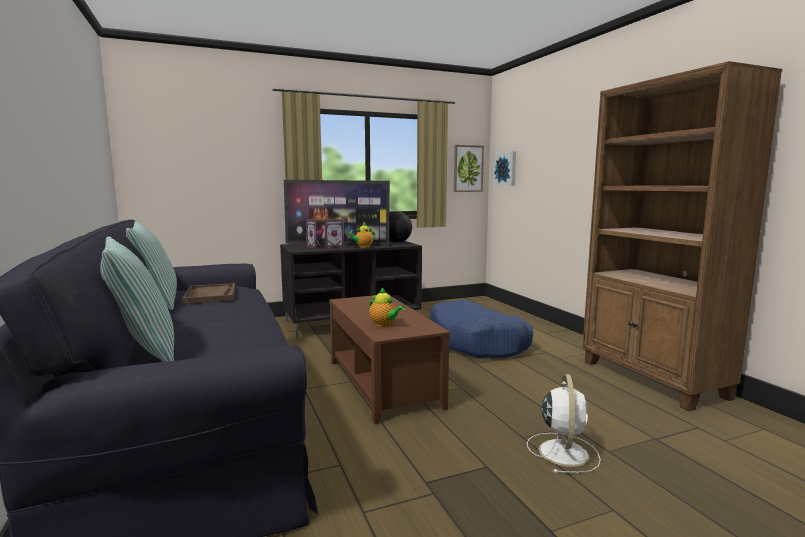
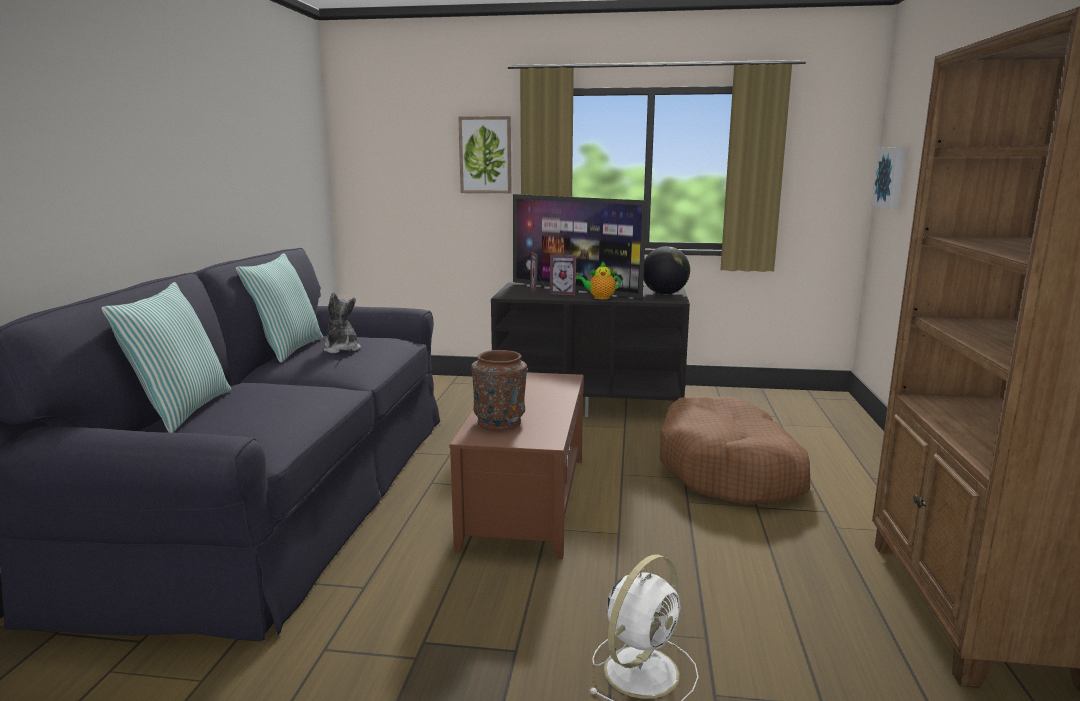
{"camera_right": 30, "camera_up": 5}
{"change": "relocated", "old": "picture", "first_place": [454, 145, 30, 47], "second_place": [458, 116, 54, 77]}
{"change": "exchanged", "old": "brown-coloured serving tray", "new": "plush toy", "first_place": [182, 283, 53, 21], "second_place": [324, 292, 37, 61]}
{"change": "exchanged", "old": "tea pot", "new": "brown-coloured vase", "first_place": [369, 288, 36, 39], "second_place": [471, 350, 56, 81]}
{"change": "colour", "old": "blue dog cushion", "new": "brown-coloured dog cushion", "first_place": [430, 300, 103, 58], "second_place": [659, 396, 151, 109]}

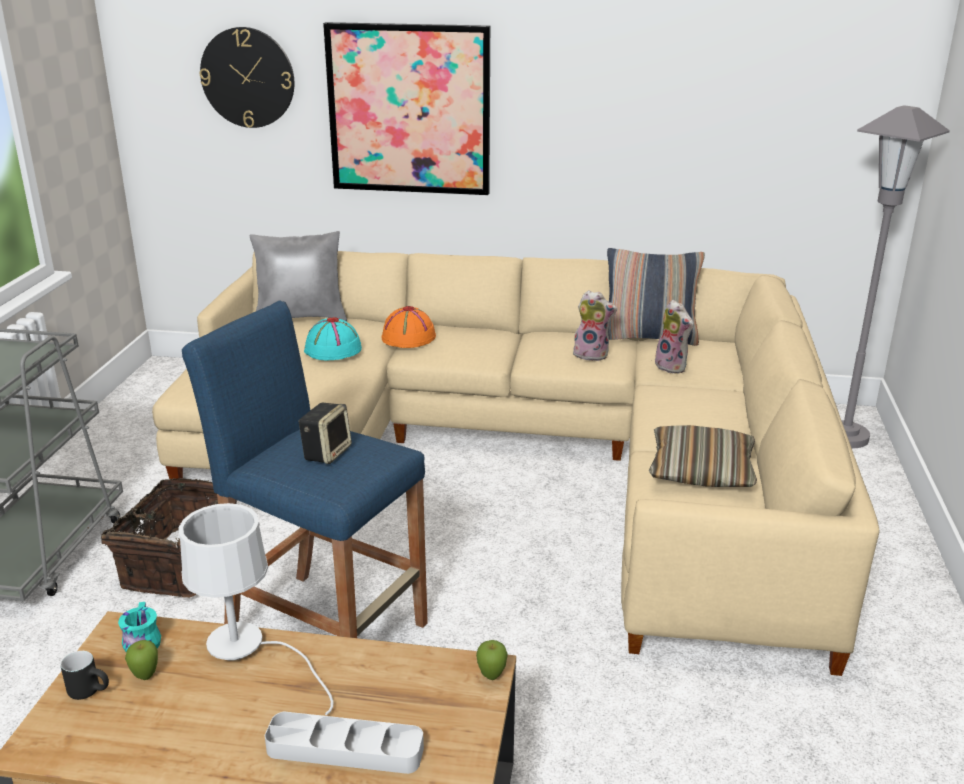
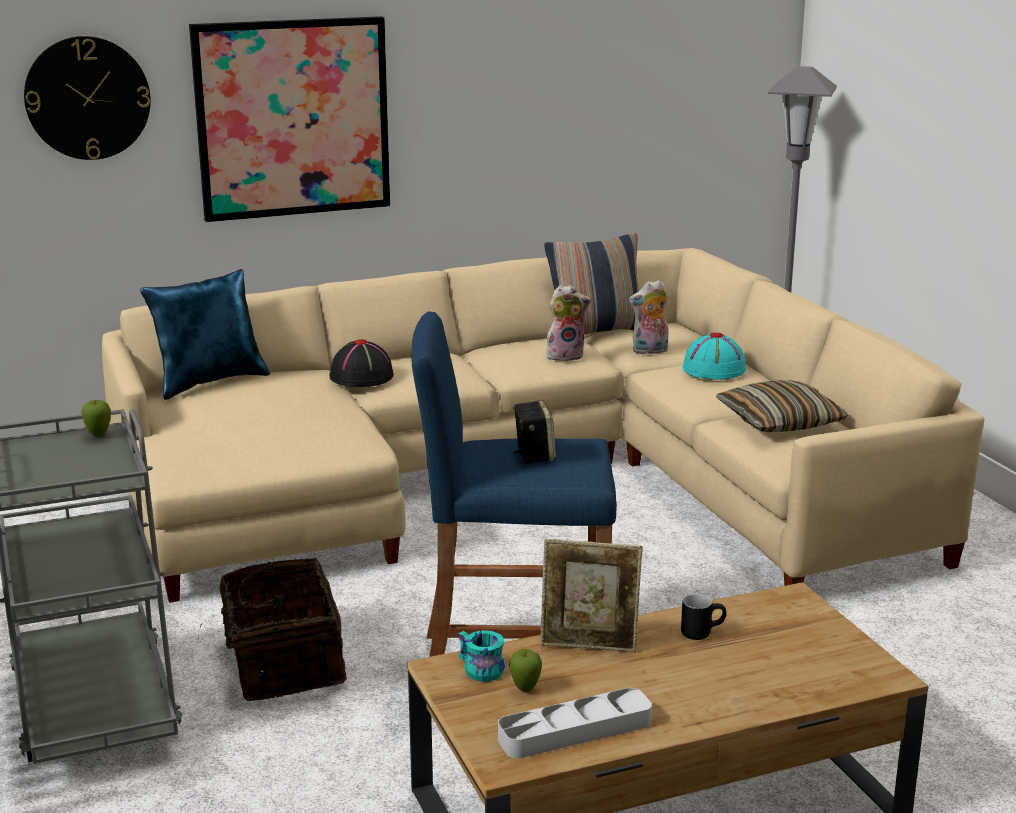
{"camera_right": -30, "camera_up": -5}
{"change": "relocated", "old": "blackish mug", "first_place": [61, 651, 48, 49], "second_place": [681, 594, 45, 46]}
{"change": "relocated", "old": "grey serving tray", "first_place": [265, 711, 159, 63], "second_place": [498, 688, 154, 70]}
{"change": "relocated", "old": "turquoise-coloured hat", "first_place": [304, 317, 58, 43], "second_place": [682, 333, 64, 47]}
{"change": "relocated", "old": "whole apple", "first_place": [476, 640, 32, 40], "second_place": [81, 400, 30, 37]}
{"change": "exchanged", "old": "whitish lamp for a table", "new": "photo frame", "first_place": [179, 503, 155, 212], "second_place": [540, 539, 103, 113]}
{"change": "colour", "old": "grey throw pillow", "new": "blue throw pillow", "first_place": [250, 231, 97, 90], "second_place": [140, 269, 130, 131]}
{"change": "colour", "old": "orange-coloured hat", "new": "blackish hat", "first_place": [381, 306, 55, 42], "second_place": [329, 339, 65, 48]}
{"change": "spun", "old": "plush toy", "first_place": [654, 300, 40, 73], "second_place": [629, 280, 40, 74], "degrees": 135}

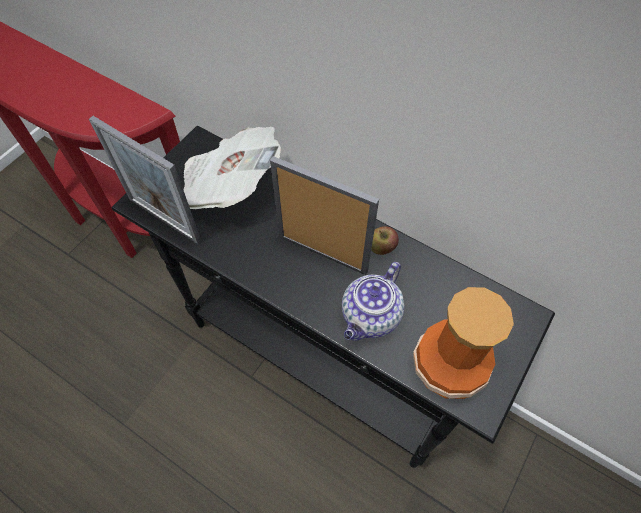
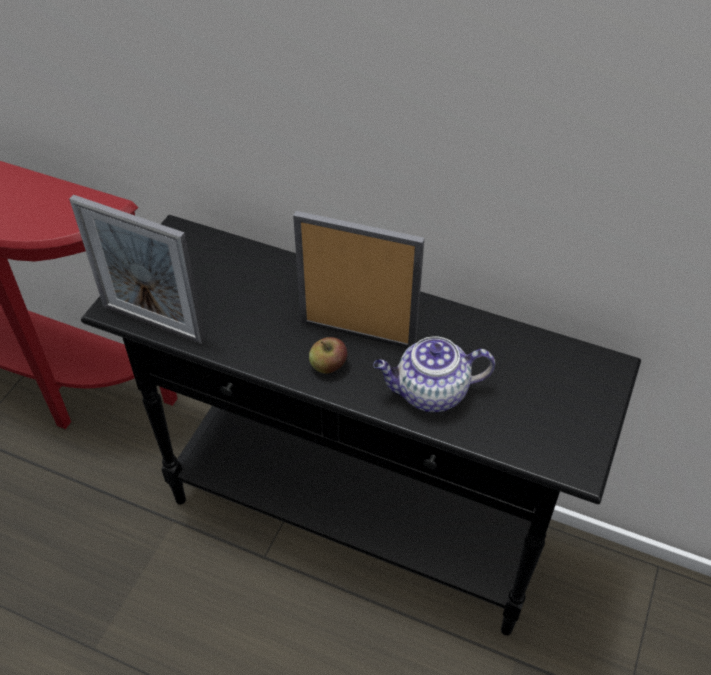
{"camera_right": -10, "camera_up": -10}
{"change": "missing", "old": "daily paper", "first_place": [183, 127, 98, 82]}
{"change": "missing", "old": "vase", "first_place": [413, 287, 101, 112]}
{"change": "relocated", "old": "whole apple", "first_place": [371, 226, 28, 29], "second_place": [309, 337, 38, 37]}
{"change": "spun", "old": "tea pot", "first_place": [342, 262, 62, 79], "second_place": [373, 336, 122, 76], "degrees": 60}

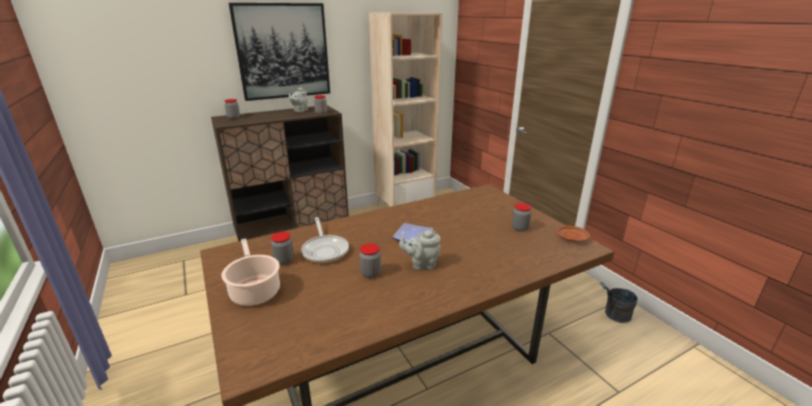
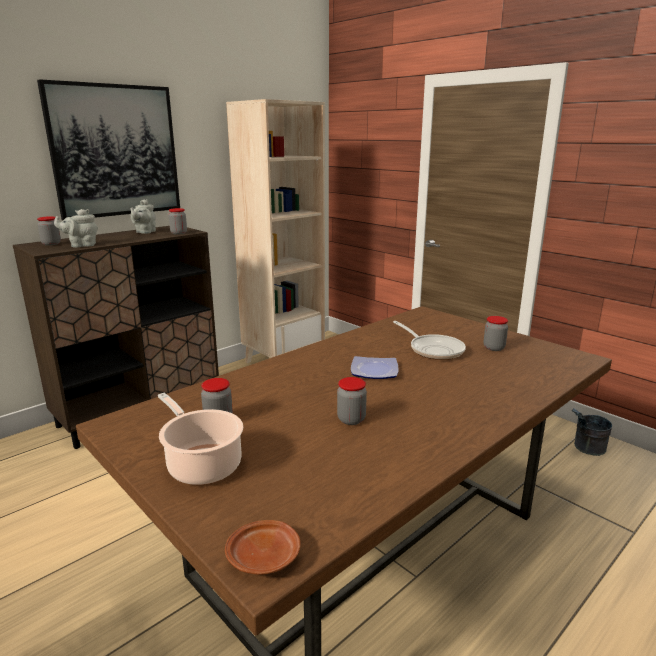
{"camera_right": -15, "camera_up": -5}
{"change": "relocated", "old": "skillet", "first_place": [301, 217, 48, 46], "second_place": [393, 321, 73, 39]}
{"change": "relocated", "old": "grey tea pot", "first_place": [399, 230, 42, 40], "second_place": [54, 209, 44, 39]}
{"change": "relocated", "old": "brown-coloured plate", "first_place": [556, 226, 34, 16], "second_place": [225, 520, 76, 55]}

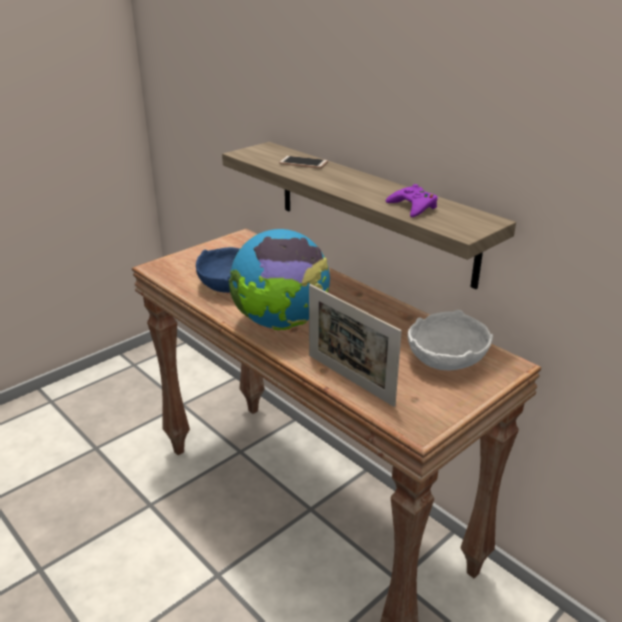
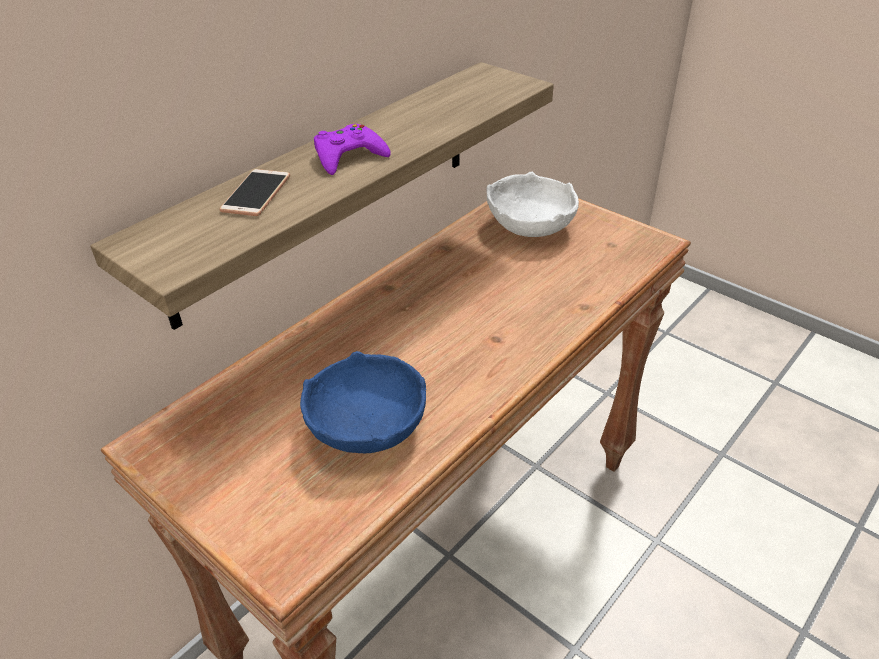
{"camera_right": -95, "camera_up": 10}
{"change": "missing", "old": "globe", "first_place": [229, 229, 101, 101]}
{"change": "missing", "old": "photo frame", "first_place": [309, 284, 93, 123]}
{"change": "relocated", "old": "purple-coloured gamepad", "first_place": [386, 184, 52, 33], "second_place": [314, 124, 76, 51]}

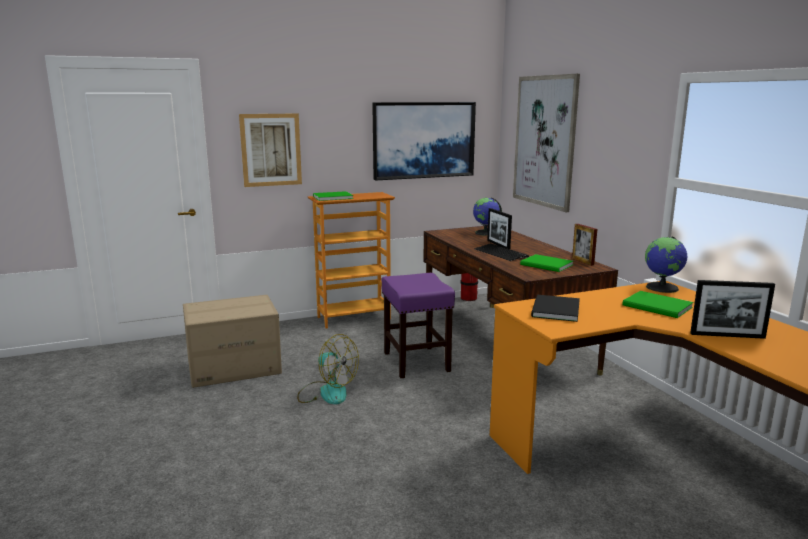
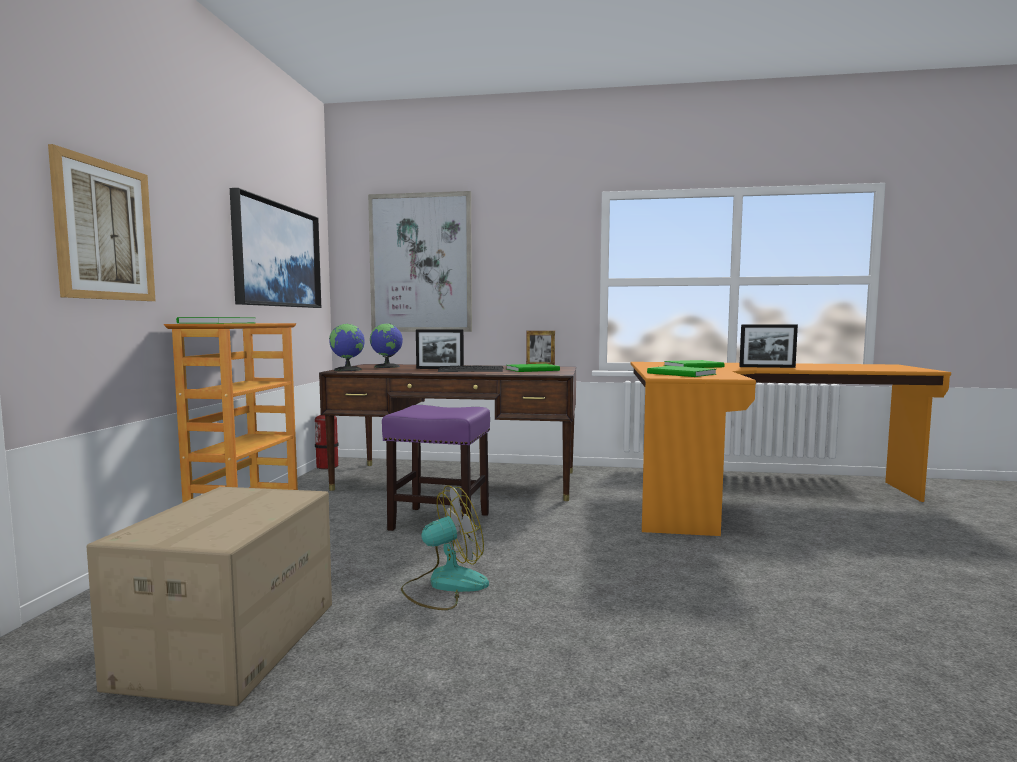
{"camera_right": -60, "camera_up": -10}
{"change": "relocated", "old": "globe", "first_place": [645, 236, 42, 57], "second_place": [329, 324, 36, 47]}
{"change": "colour", "old": "blackish volume", "new": "green volume", "first_place": [531, 295, 49, 27], "second_place": [647, 366, 69, 11]}
{"change": "spun", "old": "photo frame", "first_place": [690, 280, 85, 59], "second_place": [739, 324, 59, 44], "degrees": 60}

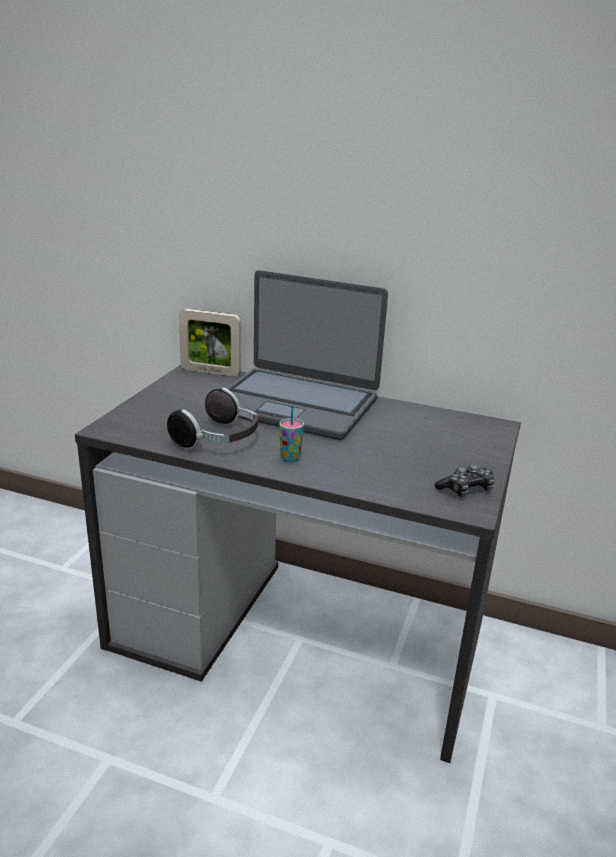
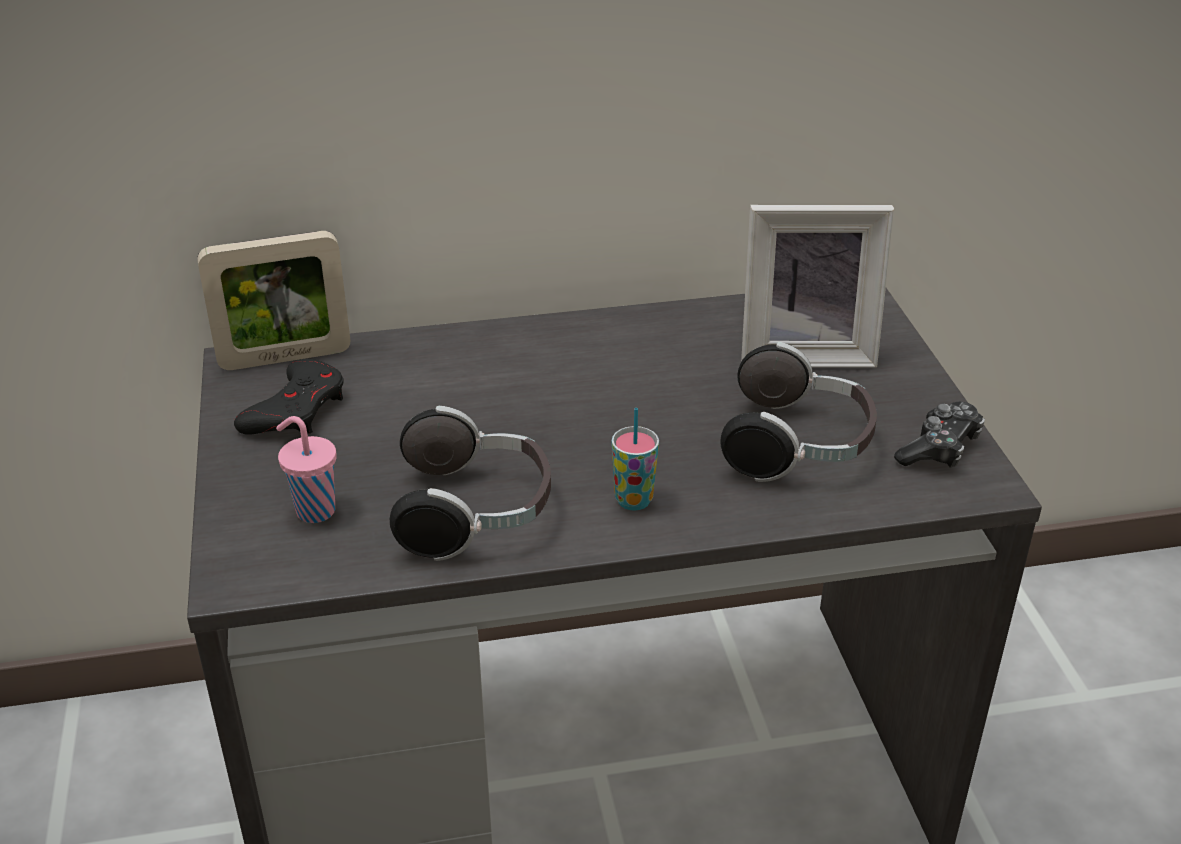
{"camera_right": -30, "camera_up": 10}
{"change": "missing", "old": "portable computer", "first_place": [227, 270, 161, 170]}
{"change": "appeared", "new": "blackish gamepad", "second_place": [234, 359, 110, 76]}
{"change": "appeared", "new": "pink drinking cup", "second_place": [276, 416, 60, 107]}
{"change": "appeared", "new": "headphones", "second_place": [720, 342, 157, 140]}
{"change": "appeared", "new": "photo frame", "second_place": [741, 205, 153, 163]}

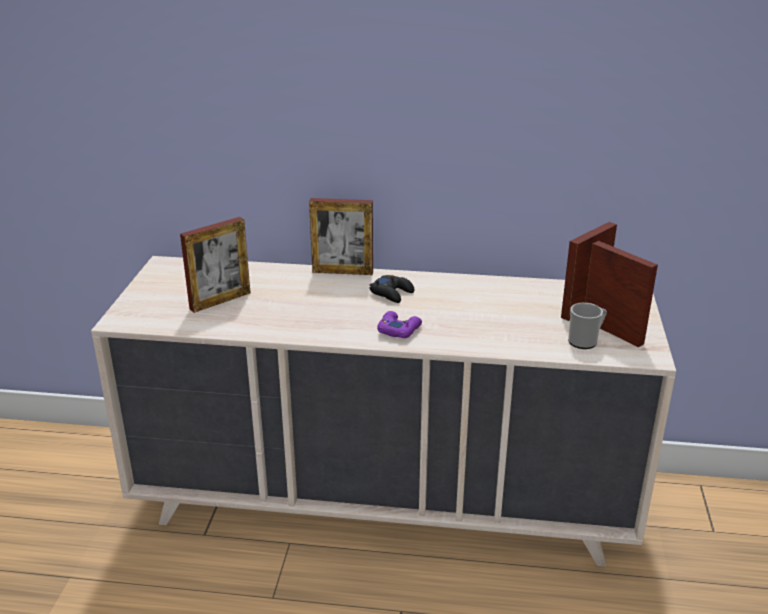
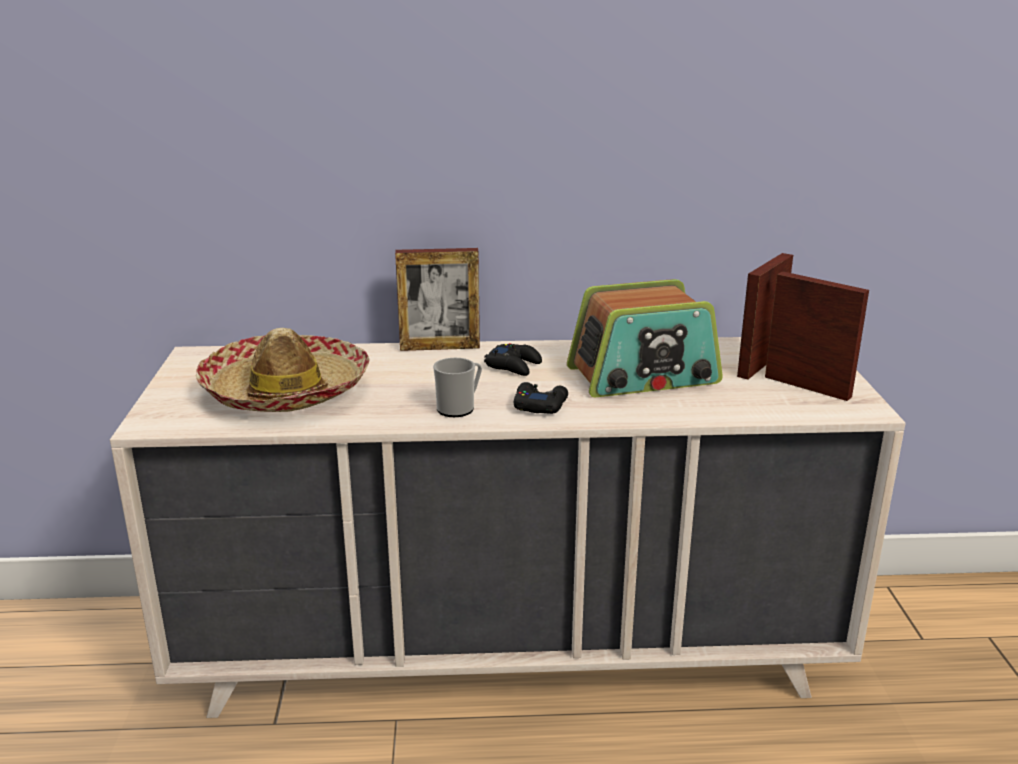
{"camera_right": -10, "camera_up": -5}
{"change": "appeared", "new": "radio set", "second_place": [567, 279, 156, 119]}
{"change": "relocated", "old": "mug", "first_place": [568, 303, 39, 46], "second_place": [433, 358, 49, 59]}
{"change": "exchanged", "old": "photo frame", "new": "hat", "first_place": [180, 217, 71, 96], "second_place": [196, 328, 173, 84]}
{"change": "colour", "old": "purple-coloured gamepad", "new": "blackish gamepad", "first_place": [377, 311, 45, 27], "second_place": [514, 382, 54, 32]}

